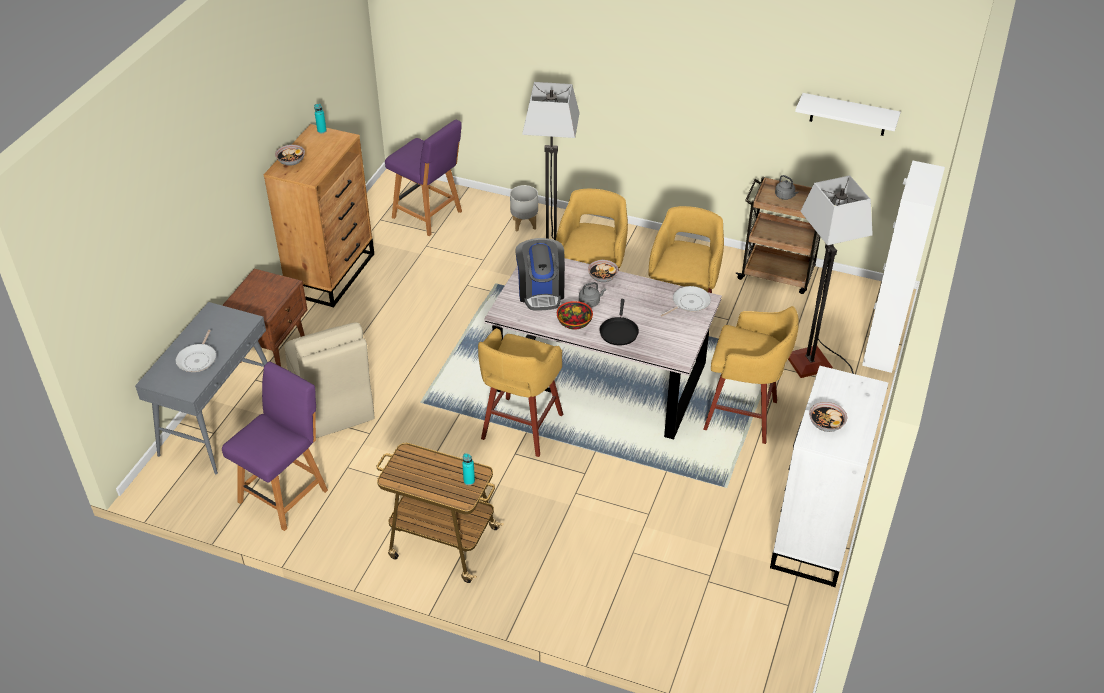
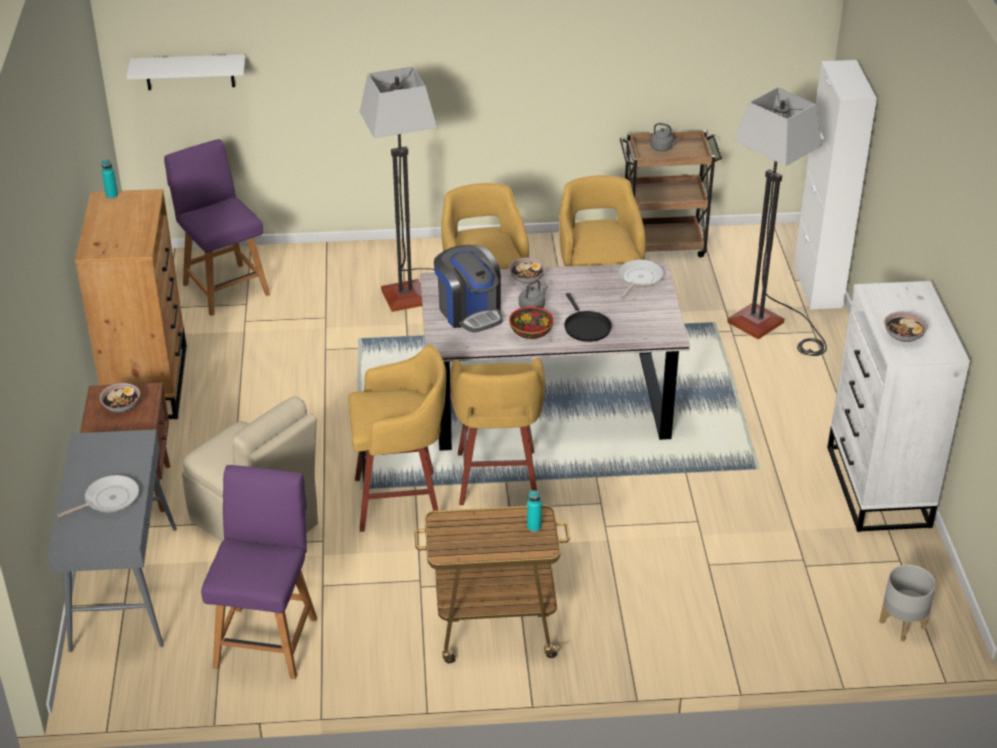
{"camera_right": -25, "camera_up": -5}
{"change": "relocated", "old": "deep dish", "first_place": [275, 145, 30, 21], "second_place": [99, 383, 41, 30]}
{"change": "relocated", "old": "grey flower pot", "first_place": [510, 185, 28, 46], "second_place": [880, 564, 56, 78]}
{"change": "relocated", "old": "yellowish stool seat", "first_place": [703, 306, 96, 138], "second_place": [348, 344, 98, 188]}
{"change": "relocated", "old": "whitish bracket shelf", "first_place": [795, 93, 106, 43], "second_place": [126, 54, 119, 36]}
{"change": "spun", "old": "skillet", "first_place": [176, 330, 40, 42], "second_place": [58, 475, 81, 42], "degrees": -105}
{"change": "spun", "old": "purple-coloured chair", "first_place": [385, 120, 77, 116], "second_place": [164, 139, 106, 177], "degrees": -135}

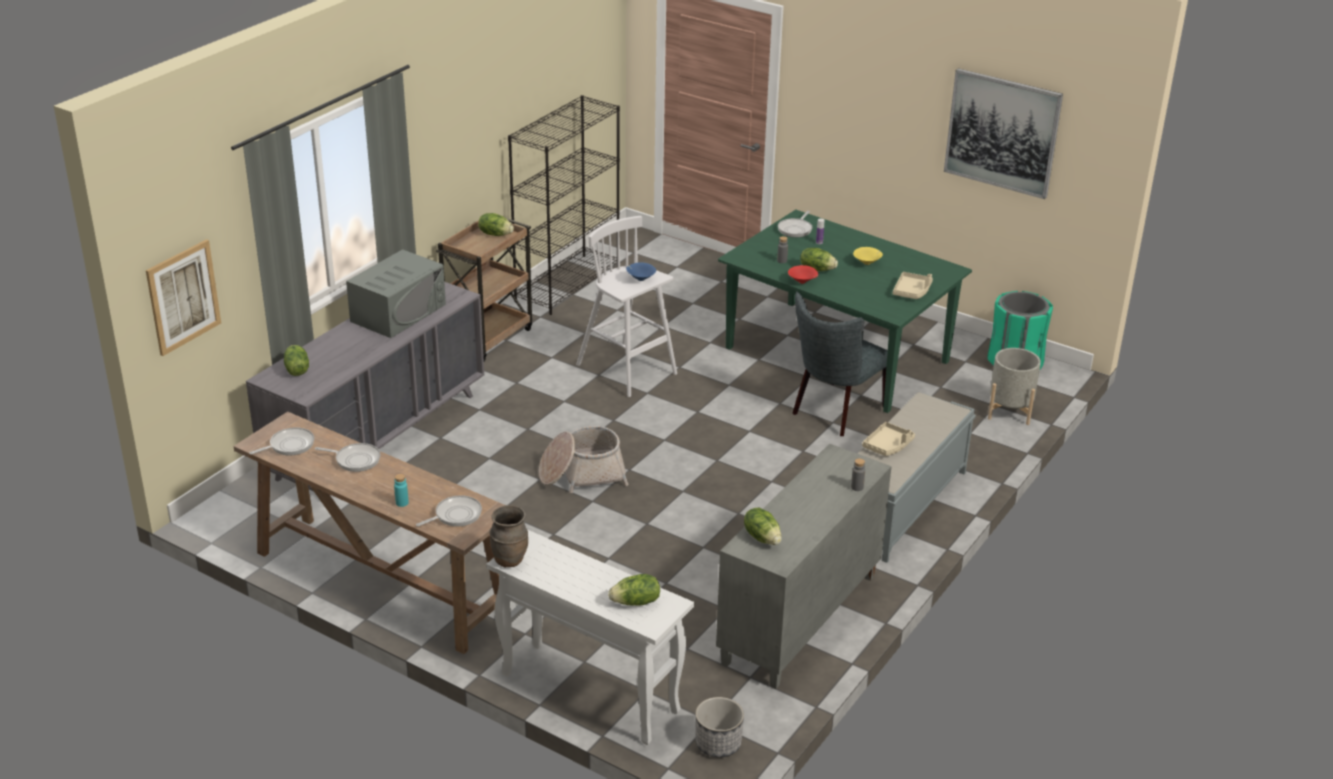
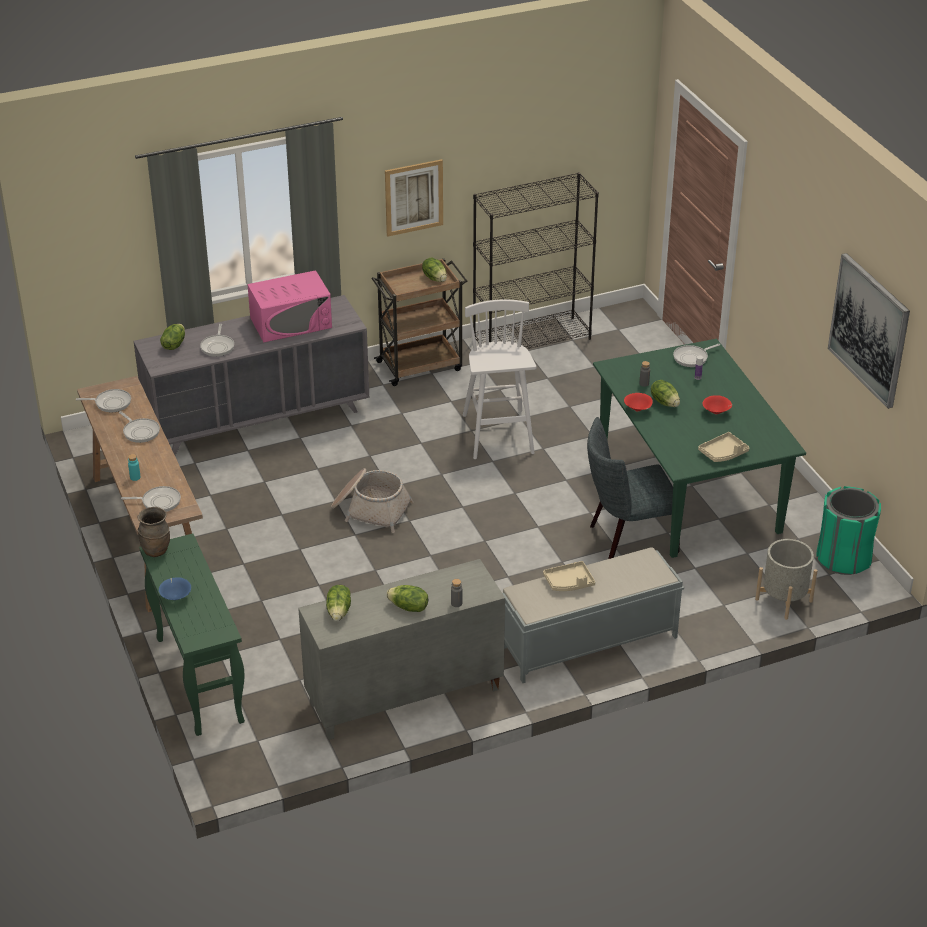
{"camera_right": 35, "camera_up": 5}
{"change": "missing", "old": "flower pot", "first_place": [695, 697, 49, 60]}
{"change": "appeared", "new": "skillet", "second_place": [200, 324, 34, 33]}
{"change": "relocated", "old": "picture", "first_place": [146, 239, 75, 117], "second_place": [385, 159, 58, 78]}
{"change": "relocated", "old": "lettuce head", "first_place": [608, 574, 52, 32], "second_place": [386, 585, 42, 27]}
{"change": "relocated", "old": "blue deep dish", "first_place": [626, 262, 30, 19], "second_place": [159, 577, 32, 23]}
{"change": "colour", "old": "grey microwave oven", "new": "pink microwave oven", "first_place": [346, 249, 100, 89], "second_place": [247, 270, 85, 72]}
{"change": "colour", "old": "whitish console table", "new": "green console table", "first_place": [486, 530, 208, 215], "second_place": [139, 534, 106, 202]}
{"change": "colour", "old": "yellowish deep dish", "new": "red deep dish", "first_place": [853, 247, 30, 18], "second_place": [702, 395, 30, 19]}

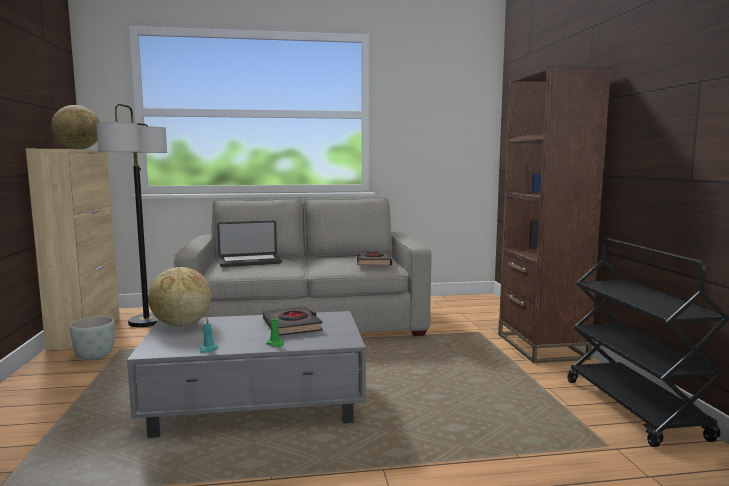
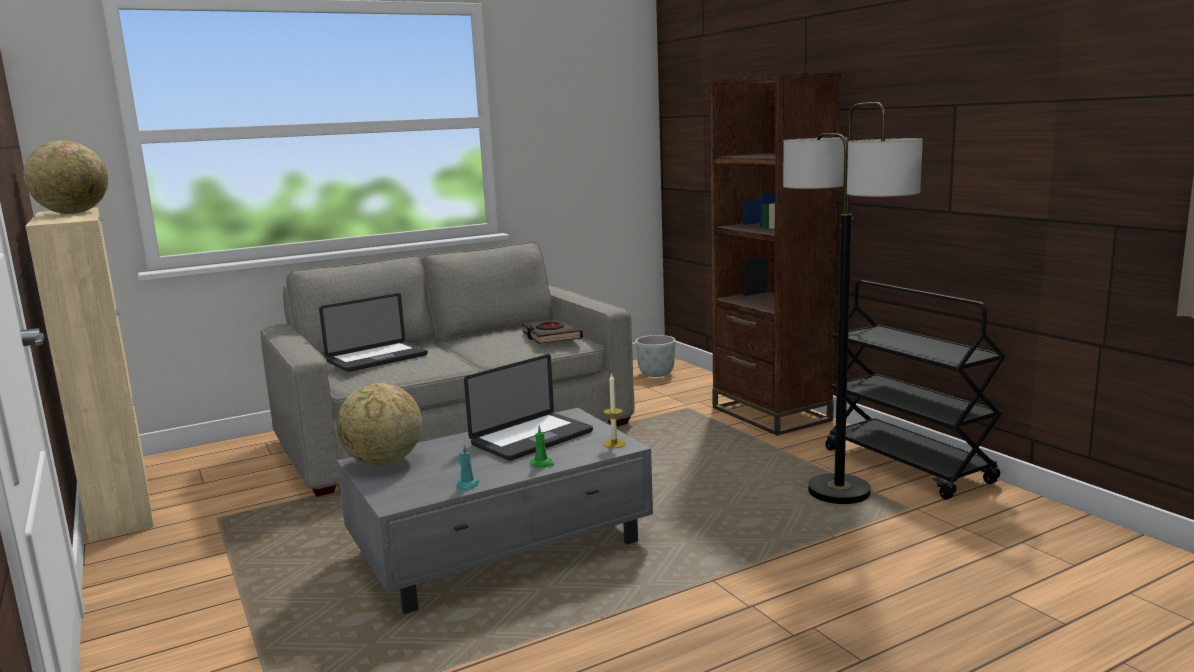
{"camera_right": -20, "camera_up": 5}
{"change": "appeared", "new": "candle", "second_place": [603, 373, 23, 75]}
{"change": "relocated", "old": "grey flower pot", "first_place": [69, 316, 46, 44], "second_place": [635, 335, 41, 42]}
{"change": "relocated", "old": "standing lamp", "first_place": [96, 104, 71, 223], "second_place": [783, 102, 140, 402]}
{"change": "exchanged", "old": "blackish volume", "new": "portable computer", "first_place": [263, 307, 60, 29], "second_place": [464, 354, 129, 107]}

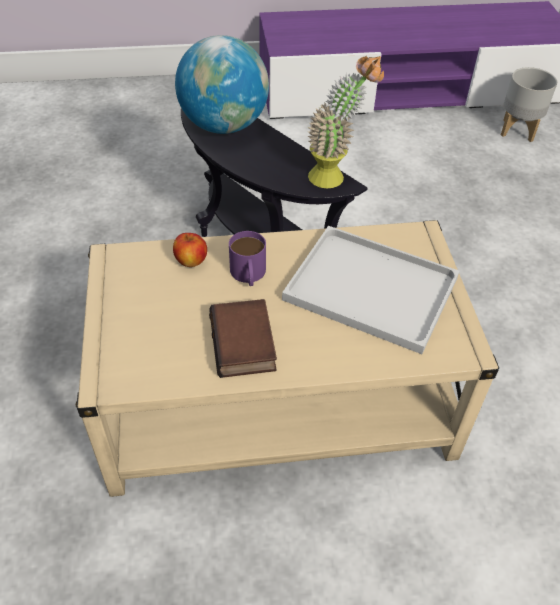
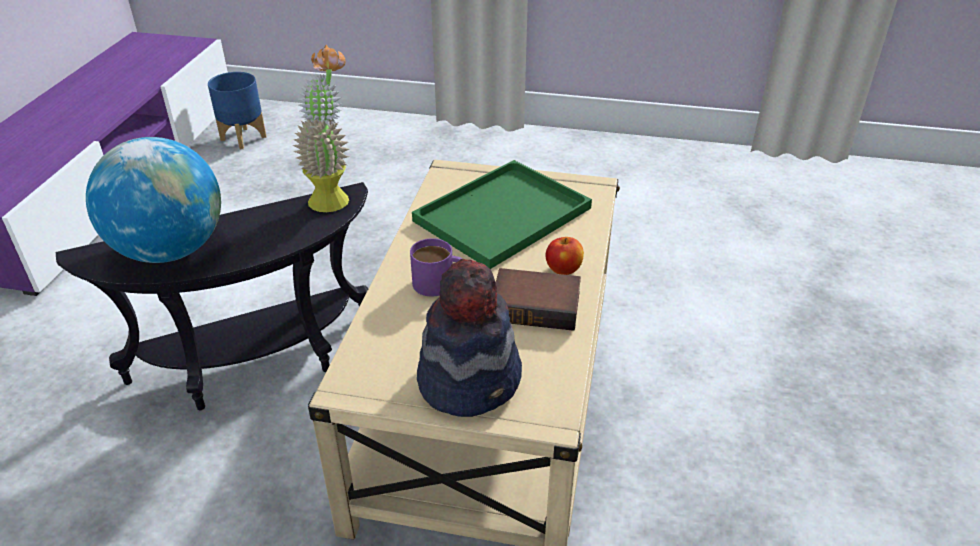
{"camera_right": -70, "camera_up": -10}
{"change": "appeared", "new": "hat", "second_place": [417, 259, 105, 158]}
{"change": "relocated", "old": "whole apple", "first_place": [173, 233, 34, 34], "second_place": [546, 237, 38, 38]}
{"change": "colour", "old": "whitish serving tray", "new": "green serving tray", "first_place": [282, 226, 177, 128], "second_place": [412, 160, 180, 109]}
{"change": "colour", "old": "grey flower pot", "new": "blue flower pot", "first_place": [501, 67, 56, 75], "second_place": [208, 72, 58, 77]}

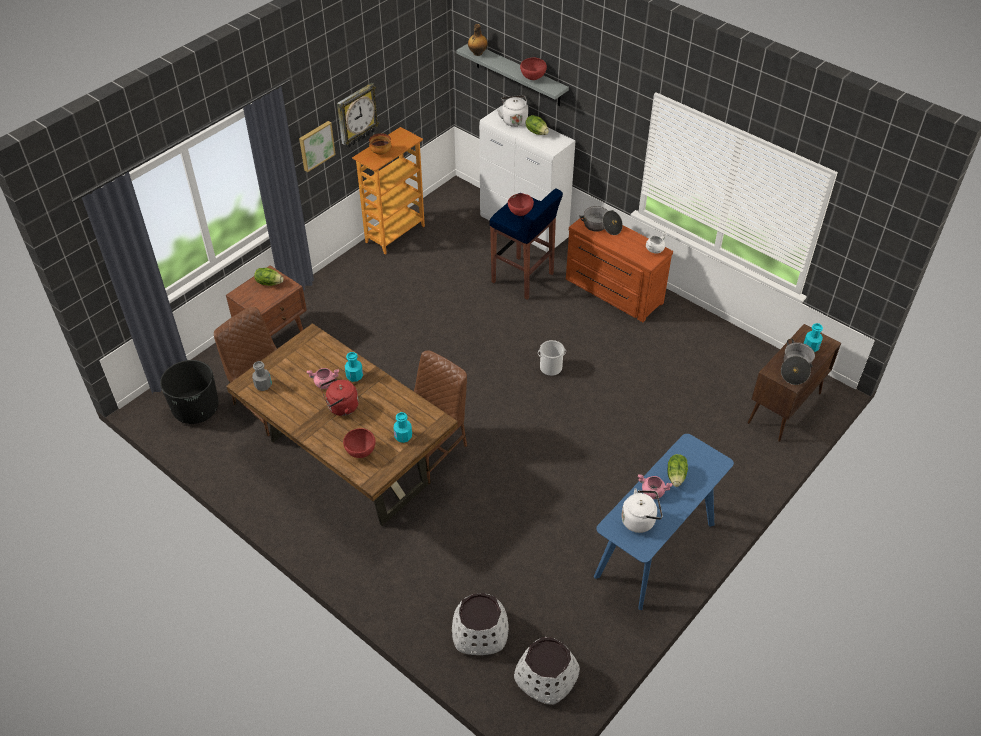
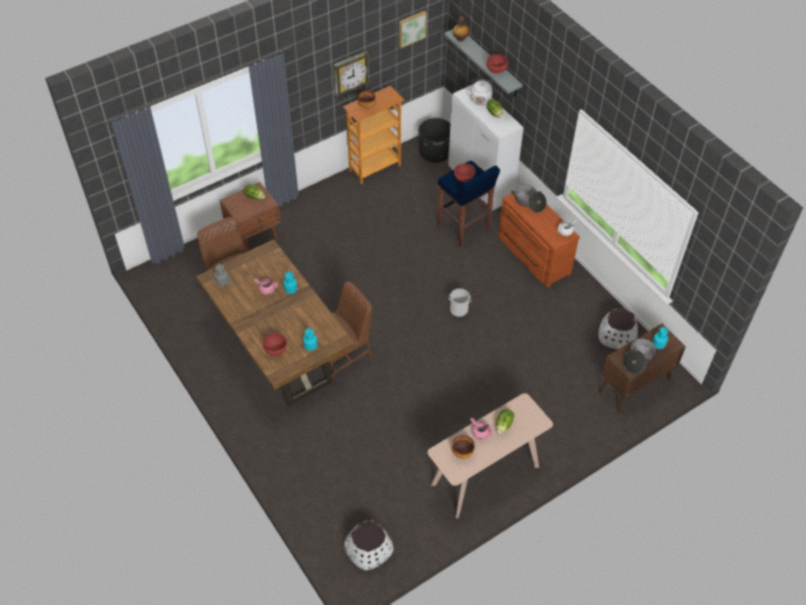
{"camera_right": 15, "camera_up": 5}
{"change": "missing", "old": "red kettle", "first_place": [320, 378, 39, 38]}
{"change": "relocated", "old": "blackish flower pot", "first_place": [160, 360, 59, 64], "second_place": [418, 118, 33, 45]}
{"change": "relocated", "old": "picture", "first_place": [299, 121, 37, 51], "second_place": [399, 11, 28, 37]}
{"change": "relocated", "old": "whitish flower pot", "first_place": [452, 593, 57, 62], "second_place": [598, 309, 40, 40]}
{"change": "exchanged", "old": "whitish kettle", "new": "deep dish", "first_place": [621, 488, 42, 45], "second_place": [452, 435, 23, 24]}
{"change": "colour", "old": "blue console table", "new": "beige console table", "first_place": [594, 434, 140, 176], "second_place": [428, 393, 125, 126]}

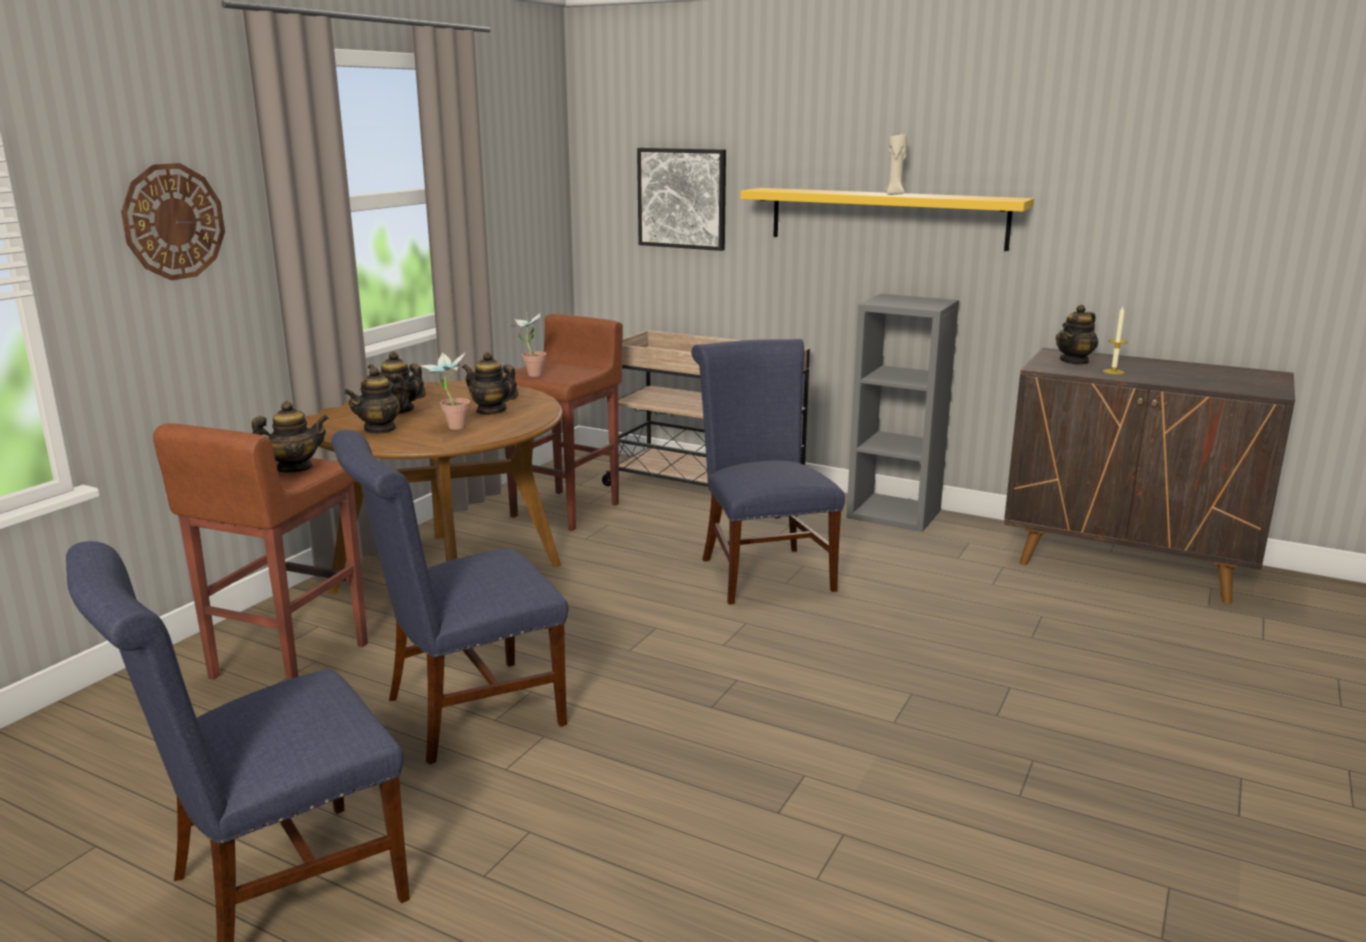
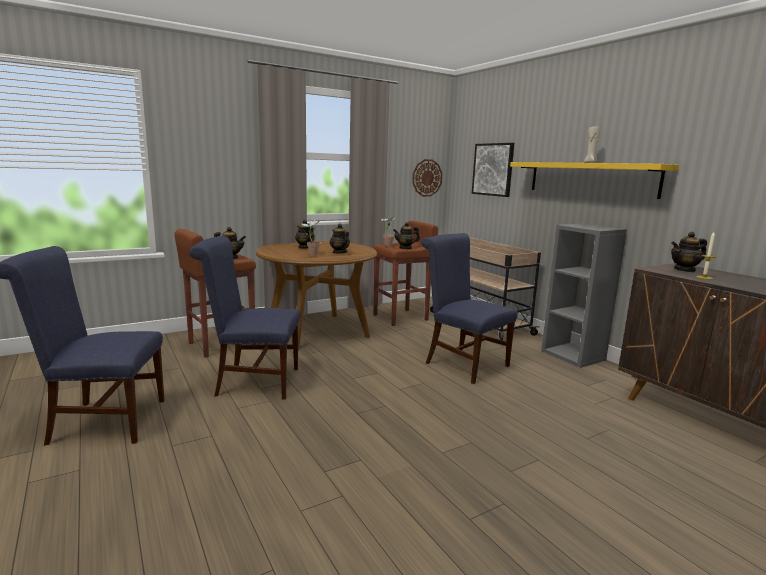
{"camera_right": 30, "camera_up": -5}
{"change": "relocated", "old": "wall clock", "first_place": [121, 163, 104, 117], "second_place": [412, 159, 30, 38]}
{"change": "relocated", "old": "tea pot", "first_place": [344, 367, 65, 67], "second_place": [393, 222, 27, 27]}
{"change": "spun", "old": "blue chair", "first_place": [691, 339, 154, 266], "second_place": [421, 233, 97, 151], "degrees": -60}

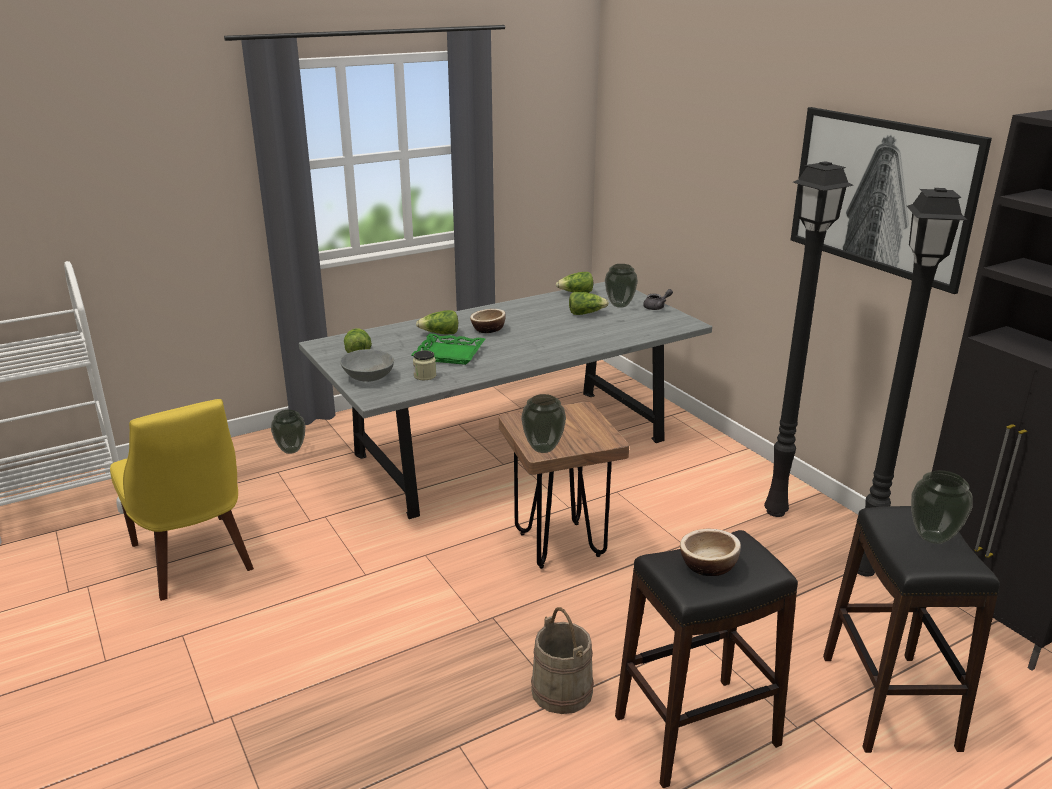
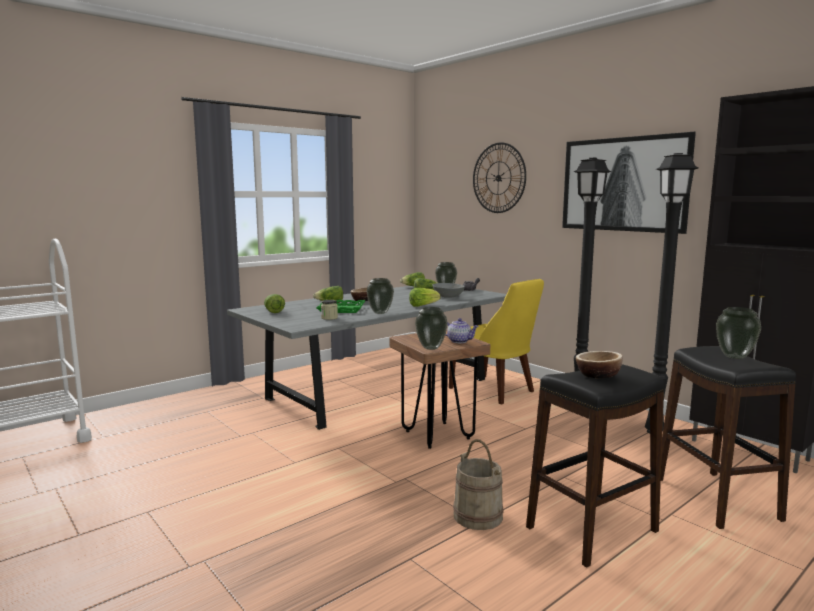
{"camera_right": -10, "camera_up": -15}
{"change": "appeared", "new": "lettuce head", "second_place": [409, 288, 32, 19]}
{"change": "appeared", "new": "tea pot", "second_place": [445, 318, 34, 25]}
{"change": "appeared", "new": "wall clock", "second_place": [473, 142, 53, 71]}
{"change": "relocated", "old": "yellowish chair", "first_place": [110, 399, 144, 202], "second_place": [449, 279, 95, 125]}
{"change": "relocated", "old": "vase", "first_place": [271, 409, 34, 45], "second_place": [366, 278, 28, 36]}
{"change": "relocated", "old": "grey deep dish", "first_place": [340, 349, 54, 33], "second_place": [432, 283, 33, 15]}

